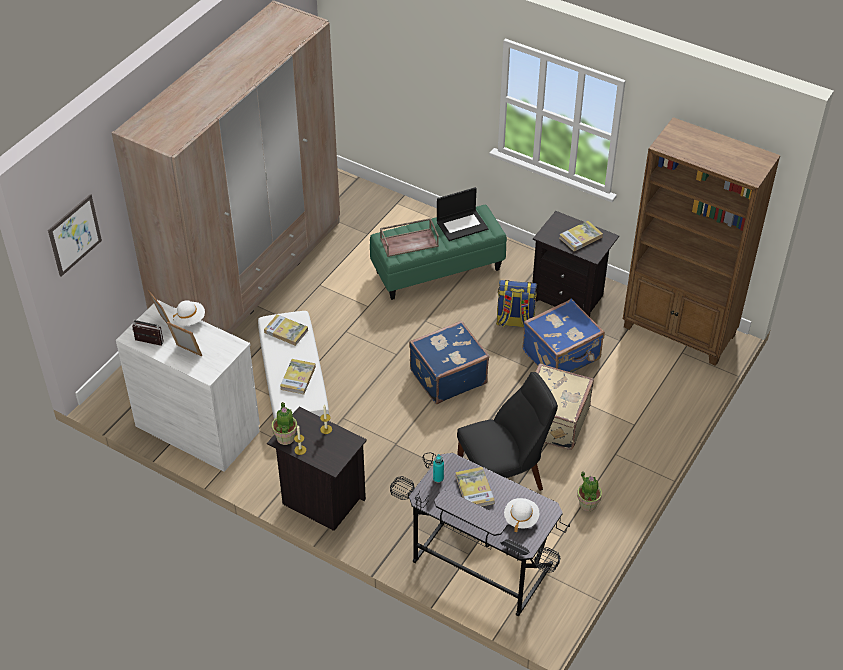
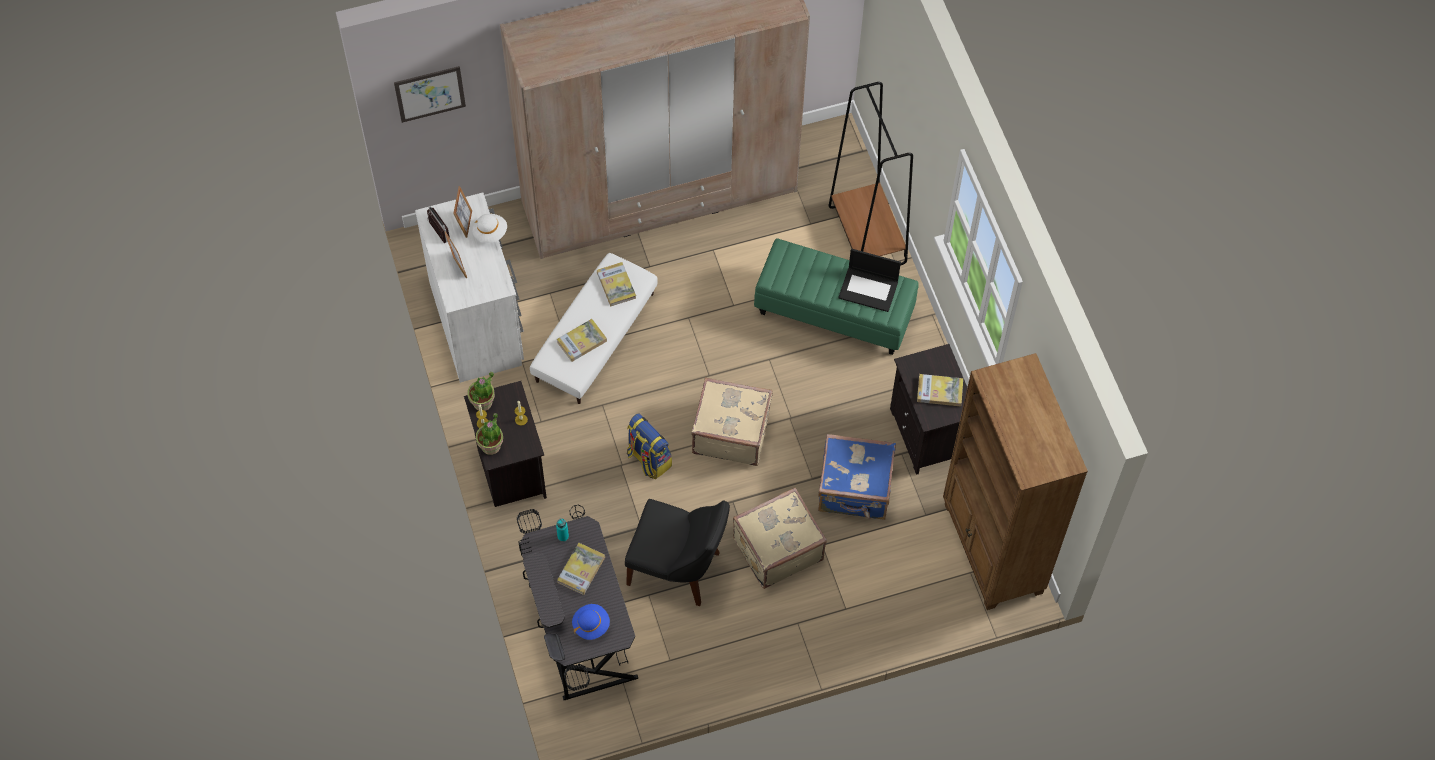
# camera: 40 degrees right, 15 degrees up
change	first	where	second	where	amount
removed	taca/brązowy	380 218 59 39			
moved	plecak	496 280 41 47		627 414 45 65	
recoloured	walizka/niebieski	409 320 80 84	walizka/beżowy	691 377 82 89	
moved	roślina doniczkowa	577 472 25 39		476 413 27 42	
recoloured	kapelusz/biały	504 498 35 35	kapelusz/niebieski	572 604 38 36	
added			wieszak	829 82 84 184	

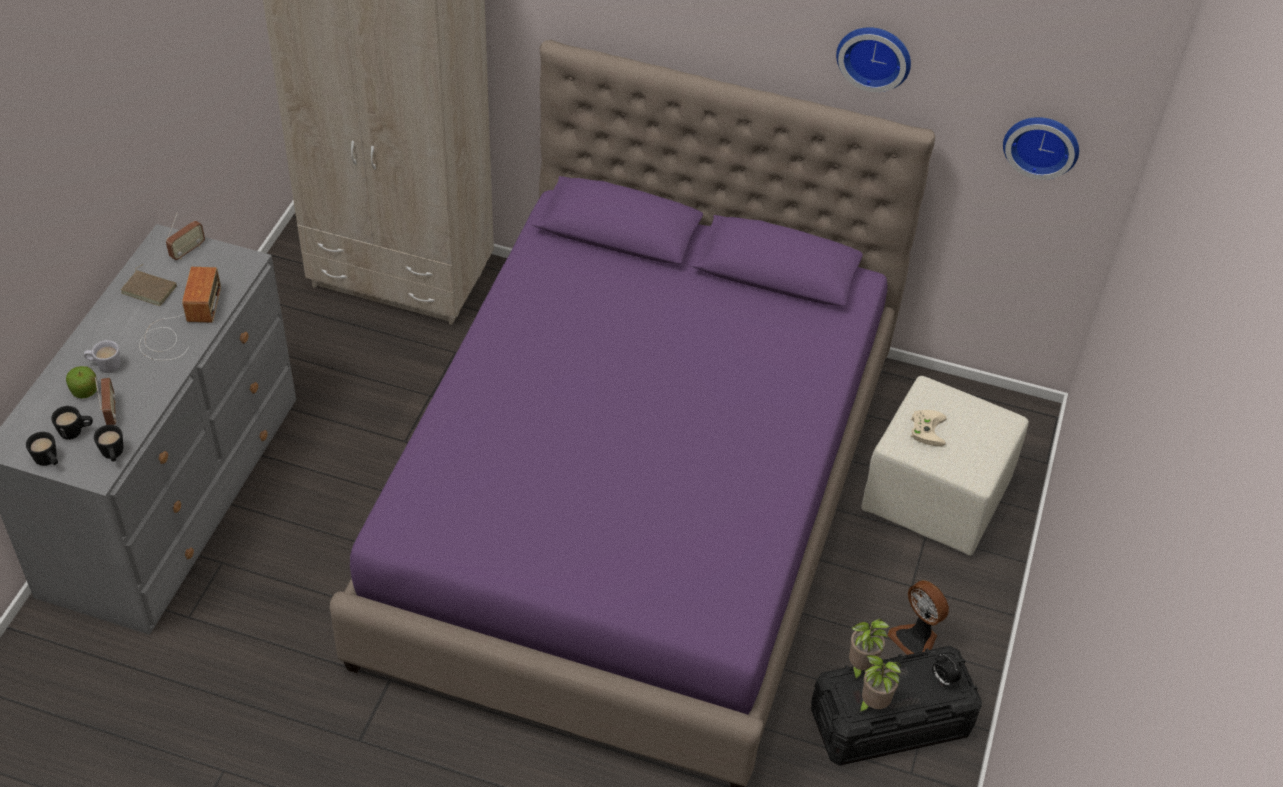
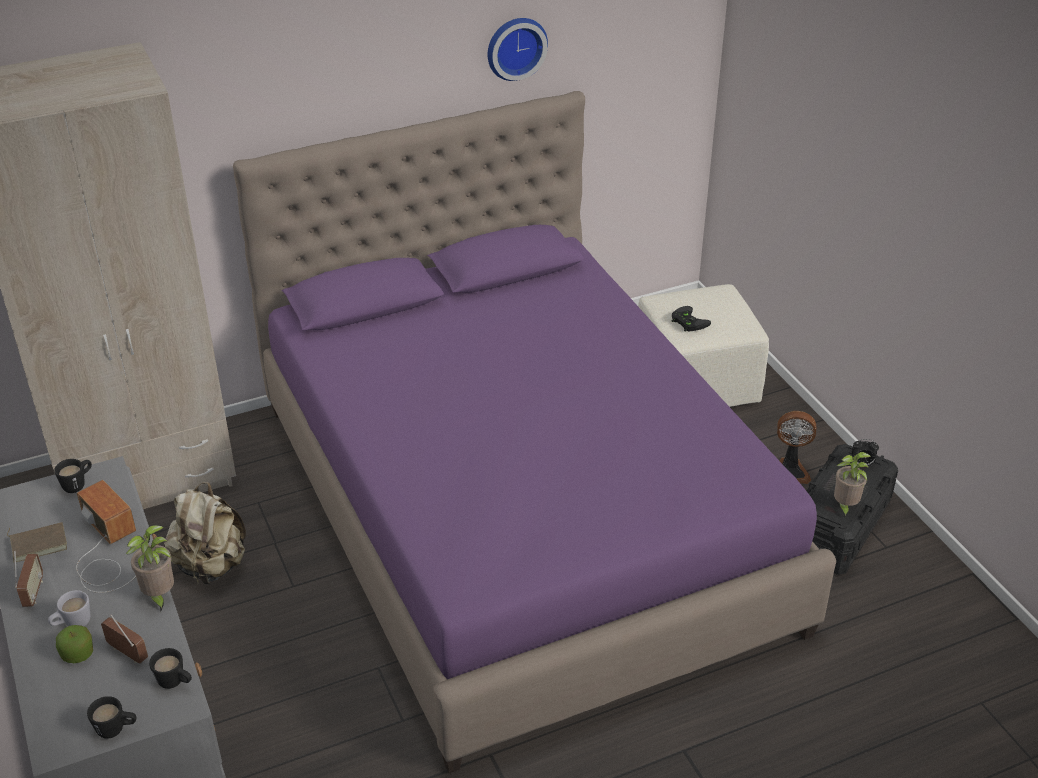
# camera: 40 degrees left, 10 degrees down
change	first	where	second	where	amount
removed	zegar ścienny	1003 117 76 63			
moved	radio	166 213 39 47		14 551 29 56	
moved	kubek/czarny	51 406 42 34		54 459 38 34	
recoloured	pad do gier/beżowy	910 410 37 37	pad do gier/czarny	672 306 39 26	
moved	roślina doniczkowa	849 619 40 63		126 525 48 87	
added			plecak/beżowy	164 482 82 102	

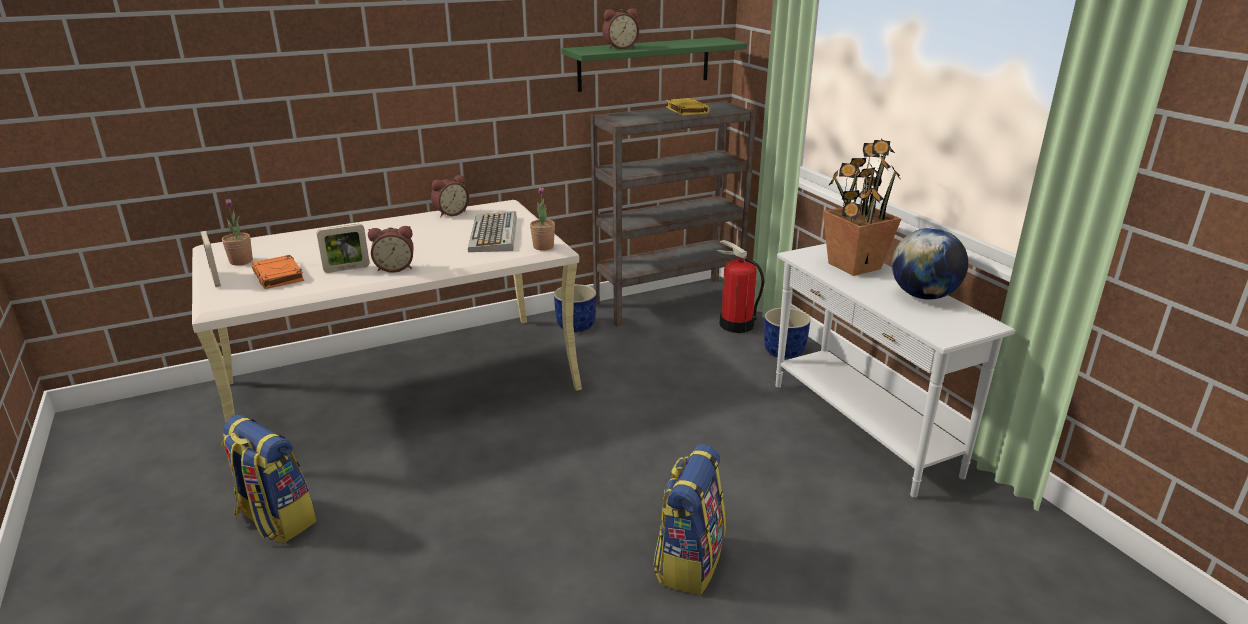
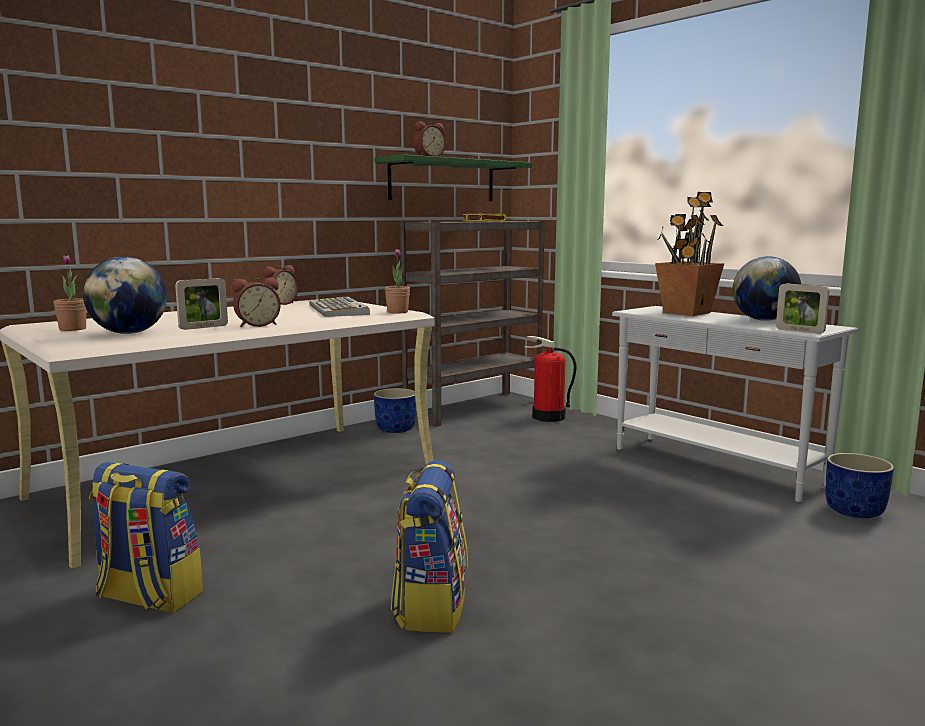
# camera: 15 degrees left, 15 degrees down
change	first	where	second	where	amount
moved	ramka na zdjęcie	201 231 20 56		776 283 53 51	
replaced	książka/pomarańczowy	252 255 52 34	globus	83 257 84 77	
moved	donica/niebieski	764 308 47 51		826 453 68 65	
moved	plecak	653 445 73 150		391 460 77 172	

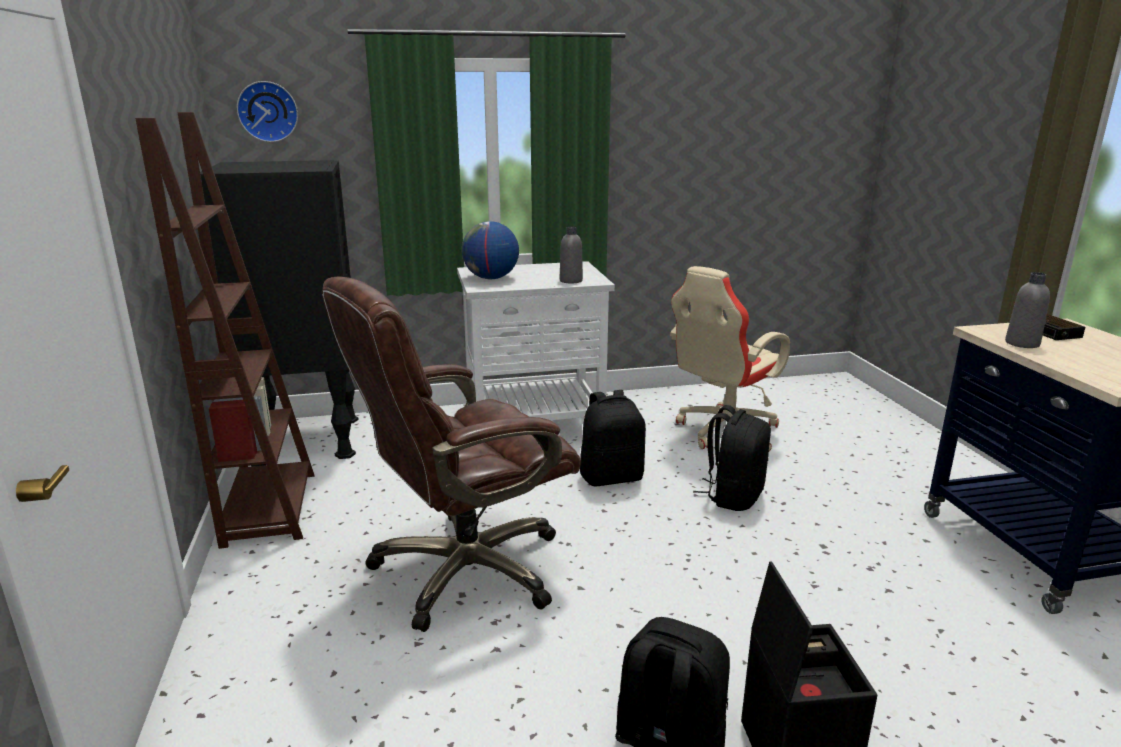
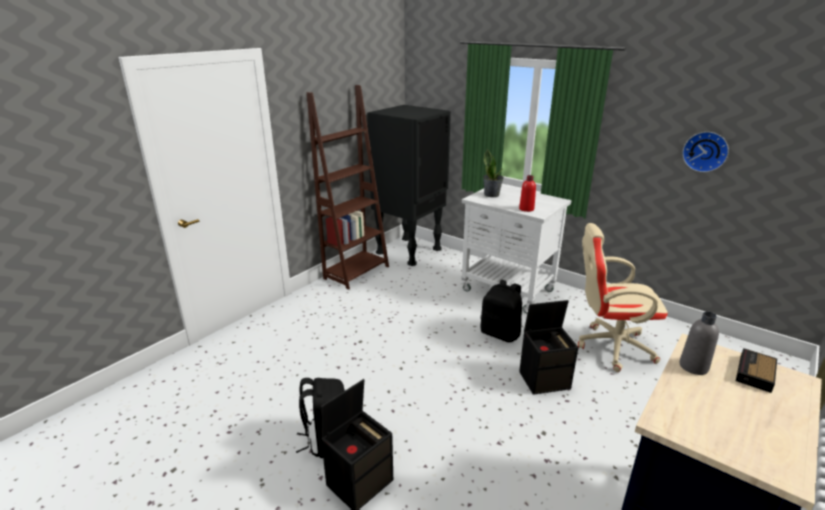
# camera: 50 degrees right, 5 degrees up
change	first	where	second	where	amount
moved	zegar ścienny	237 81 61 61		682 132 47 40	
replaced	globus	462 221 57 58	roślina doniczkowa	483 149 21 48	
recoloured	butelka/szary	560 226 23 58	butelka/czerwony	519 175 17 37	
removed	krzesło biurowe/brązowy	322 276 259 356			
replaced	plecak/czarny	693 405 78 106	pojemnik do przechowywania/czarny	519 300 59 95	

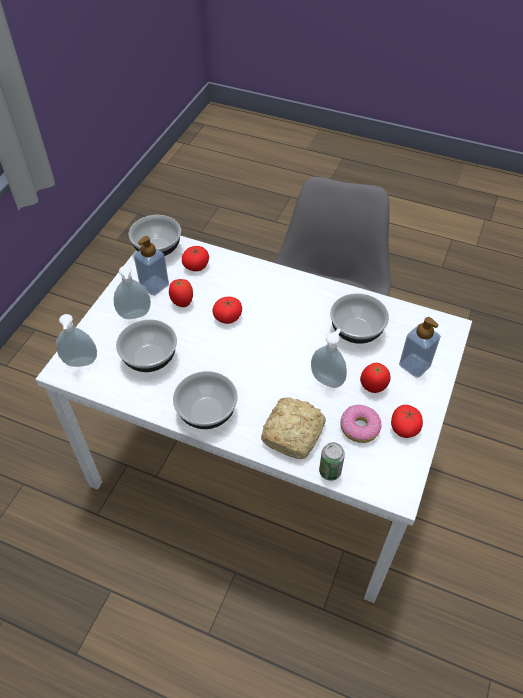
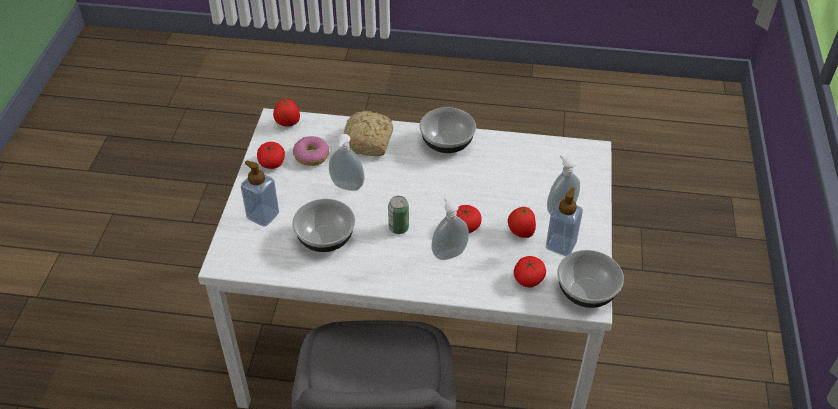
# camera: 165 degrees right, 5 degrees down
change	first	where	second	where	amount
moved	dozownik mydła	56 314 41 53		431 197 38 63	
removed	miska	116 319 61 53			
moved	pomidor	360 363 31 30		273 98 27 29	
moved	puszka	319 442 26 39		388 196 21 38	

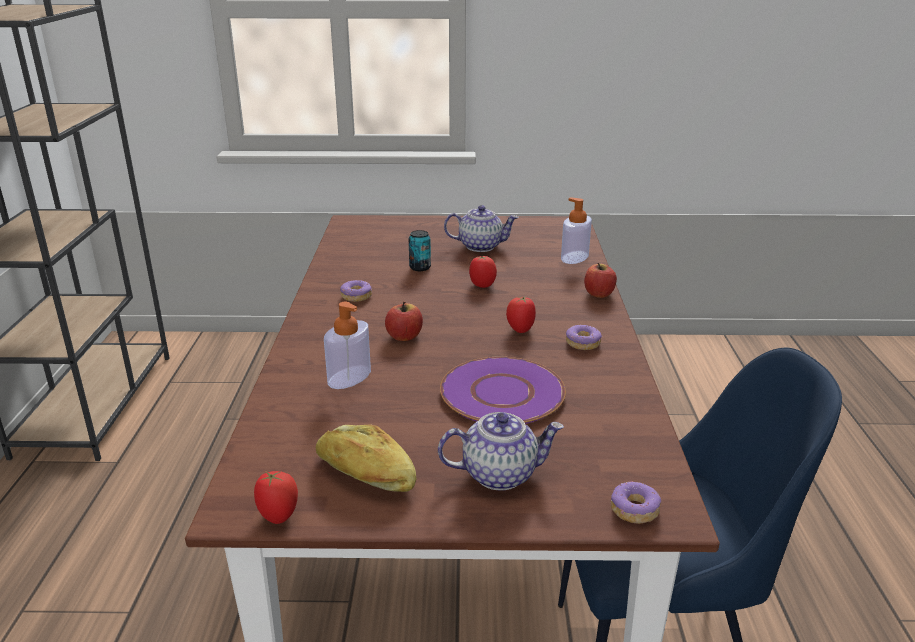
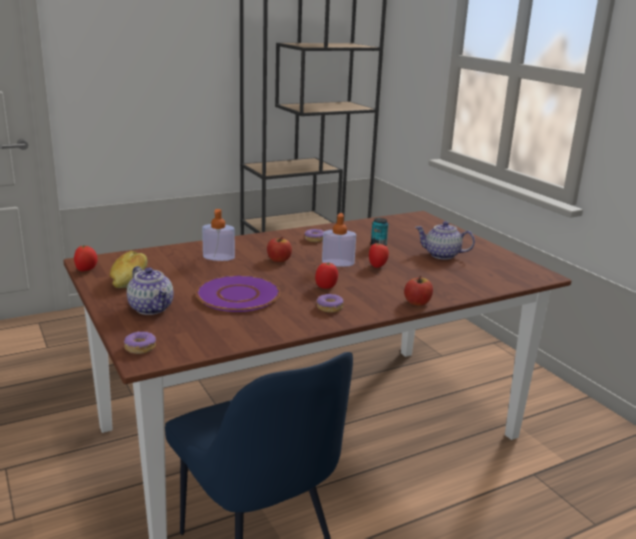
# camera: 60 degrees right, 5 degrees down
change	first	where	second	where	amount
moved	dozownik mydła	561 197 31 67		322 213 34 54	
turned	imbryk	444 205 74 47		415 221 60 39	135 degrees clockwise

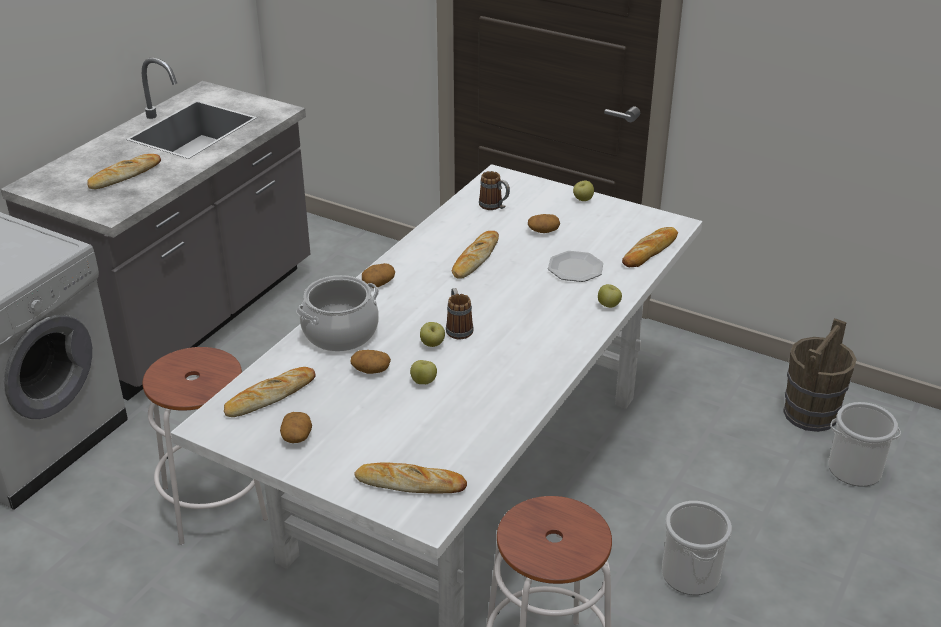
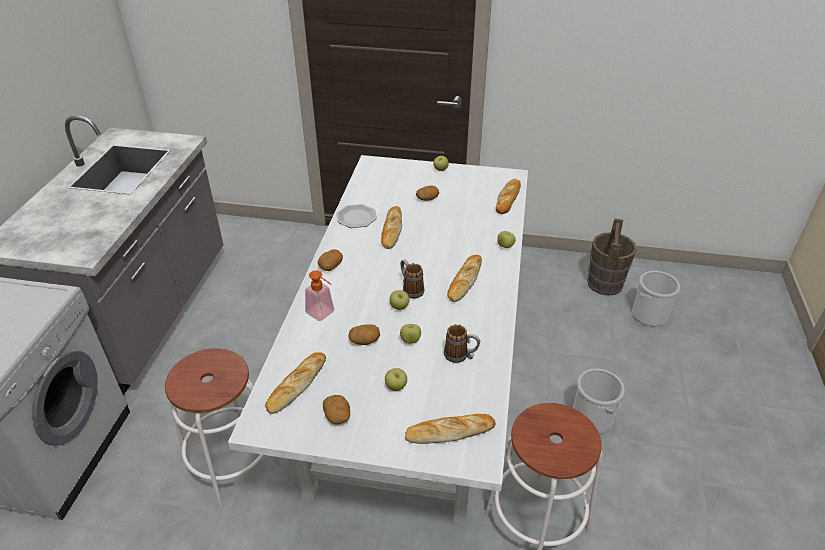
# camera: 20 degrees left, 5 degrees up
change	first	where	second	where	amount
moved	chleb	87 154 74 35		447 255 35 47	
moved	kubek	479 171 31 39		444 324 36 39	
moved	talerz	548 251 55 31		336 204 41 24	
replaced	garnek	296 275 83 76	dozownik mydła	305 270 29 51	
added			jabłko	385 368 22 23	

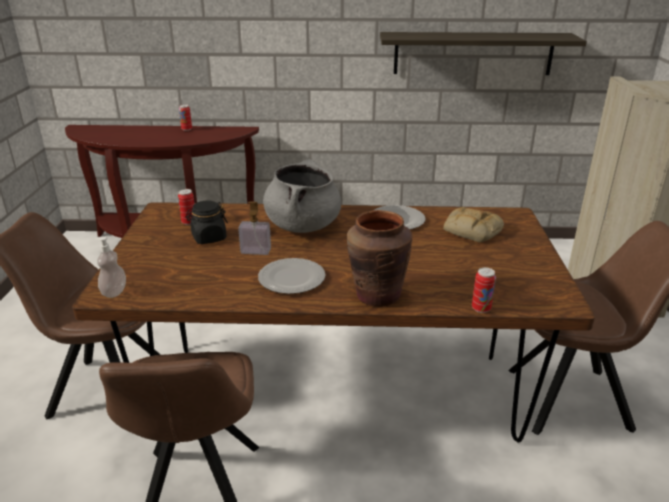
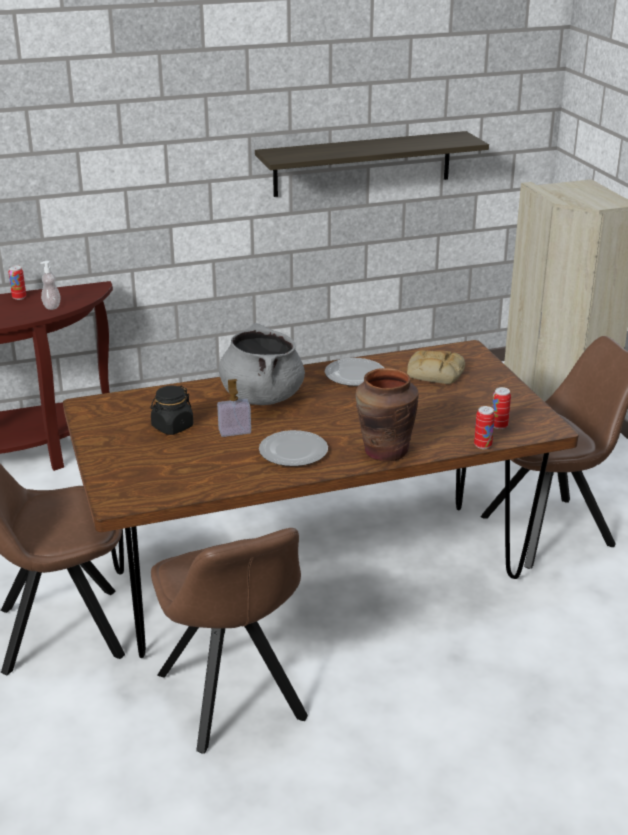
# camera: 20 degrees left, 0 degrees up
change	first	where	second	where	amount
moved	puszka	178 189 17 36		492 387 19 42	
moved	dozownik mydła	95 236 31 62		40 261 21 49	

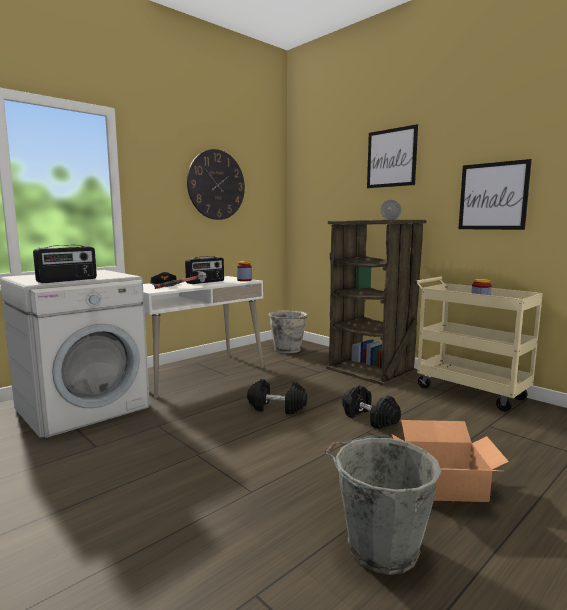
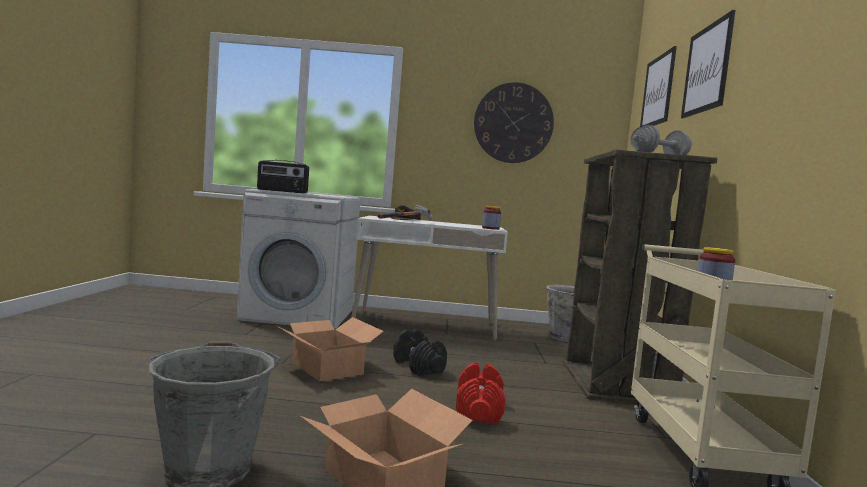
# camera: 45 degrees right, 5 degrees down
change	first	where	second	where	amount
moved	obraz	458 159 74 71		640 46 37 81	
removed	radio	185 256 39 28			
recoloured	hantel/czarny	342 385 59 44	hantel/czerwony	456 362 49 62	
added			karton	276 317 108 65	

